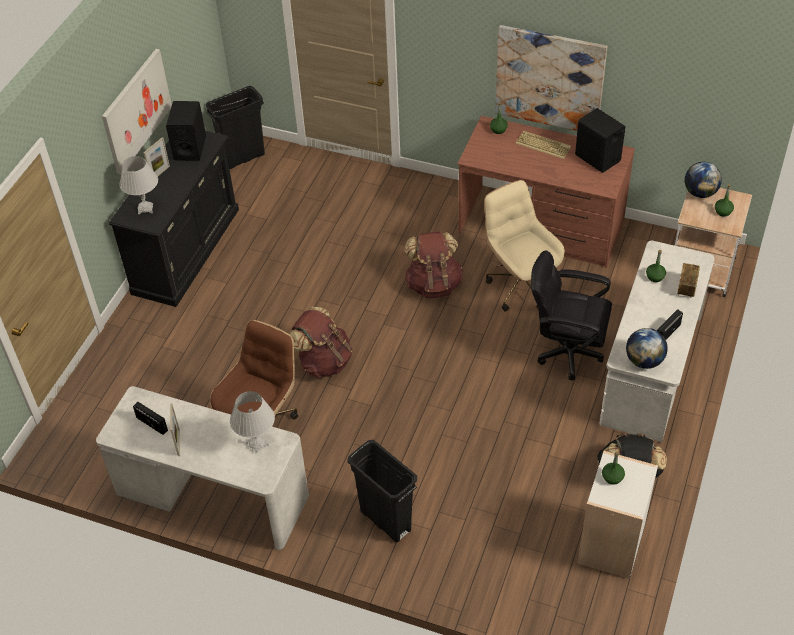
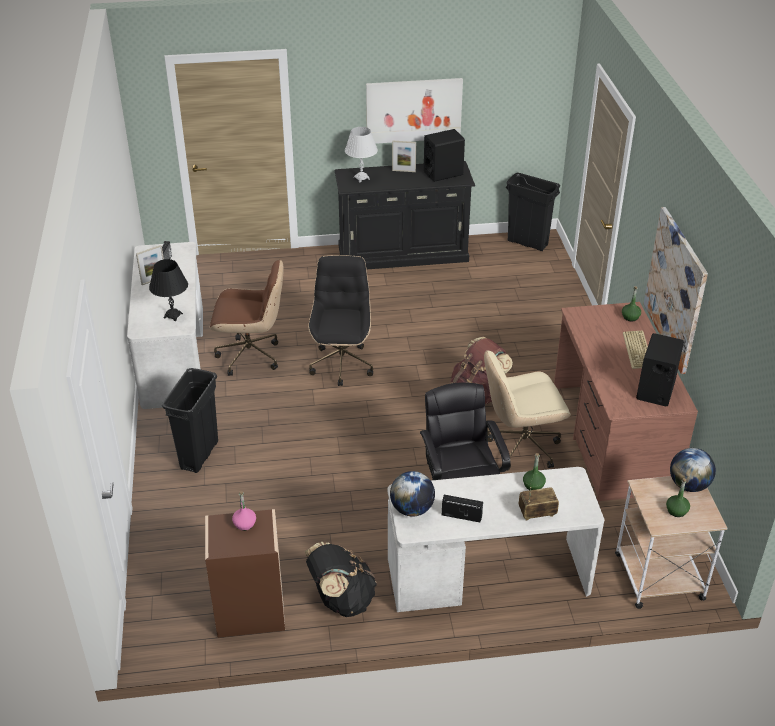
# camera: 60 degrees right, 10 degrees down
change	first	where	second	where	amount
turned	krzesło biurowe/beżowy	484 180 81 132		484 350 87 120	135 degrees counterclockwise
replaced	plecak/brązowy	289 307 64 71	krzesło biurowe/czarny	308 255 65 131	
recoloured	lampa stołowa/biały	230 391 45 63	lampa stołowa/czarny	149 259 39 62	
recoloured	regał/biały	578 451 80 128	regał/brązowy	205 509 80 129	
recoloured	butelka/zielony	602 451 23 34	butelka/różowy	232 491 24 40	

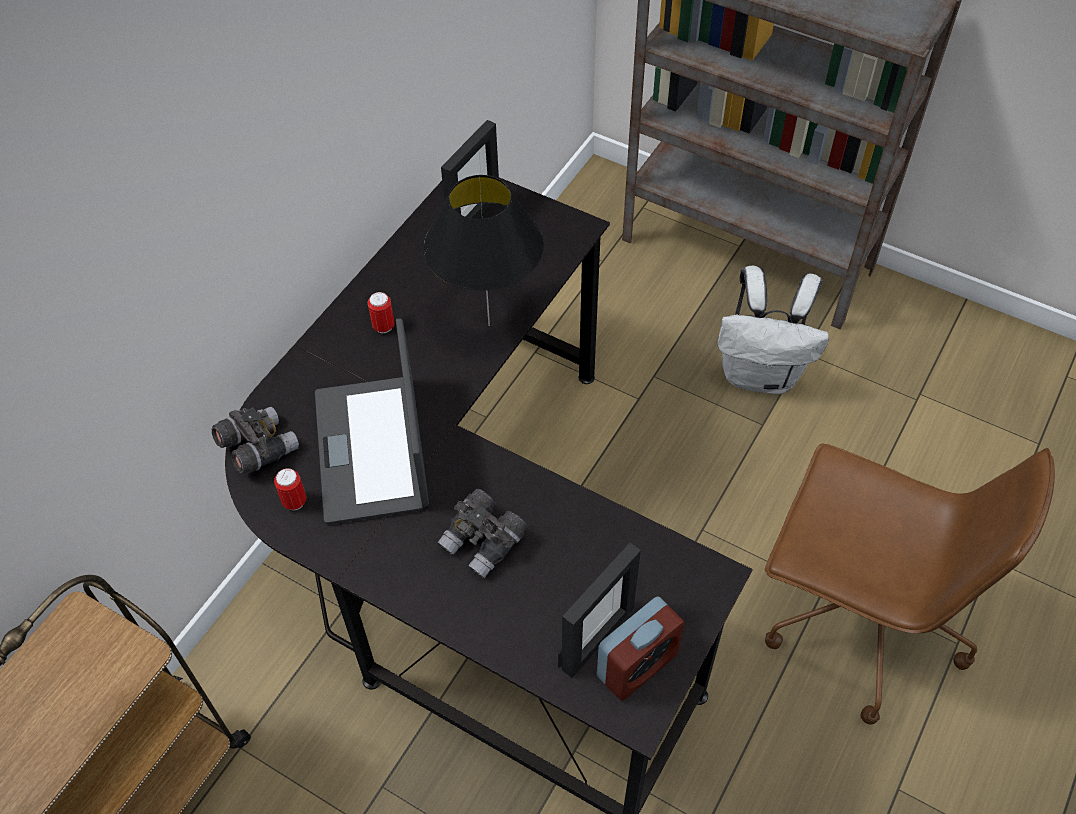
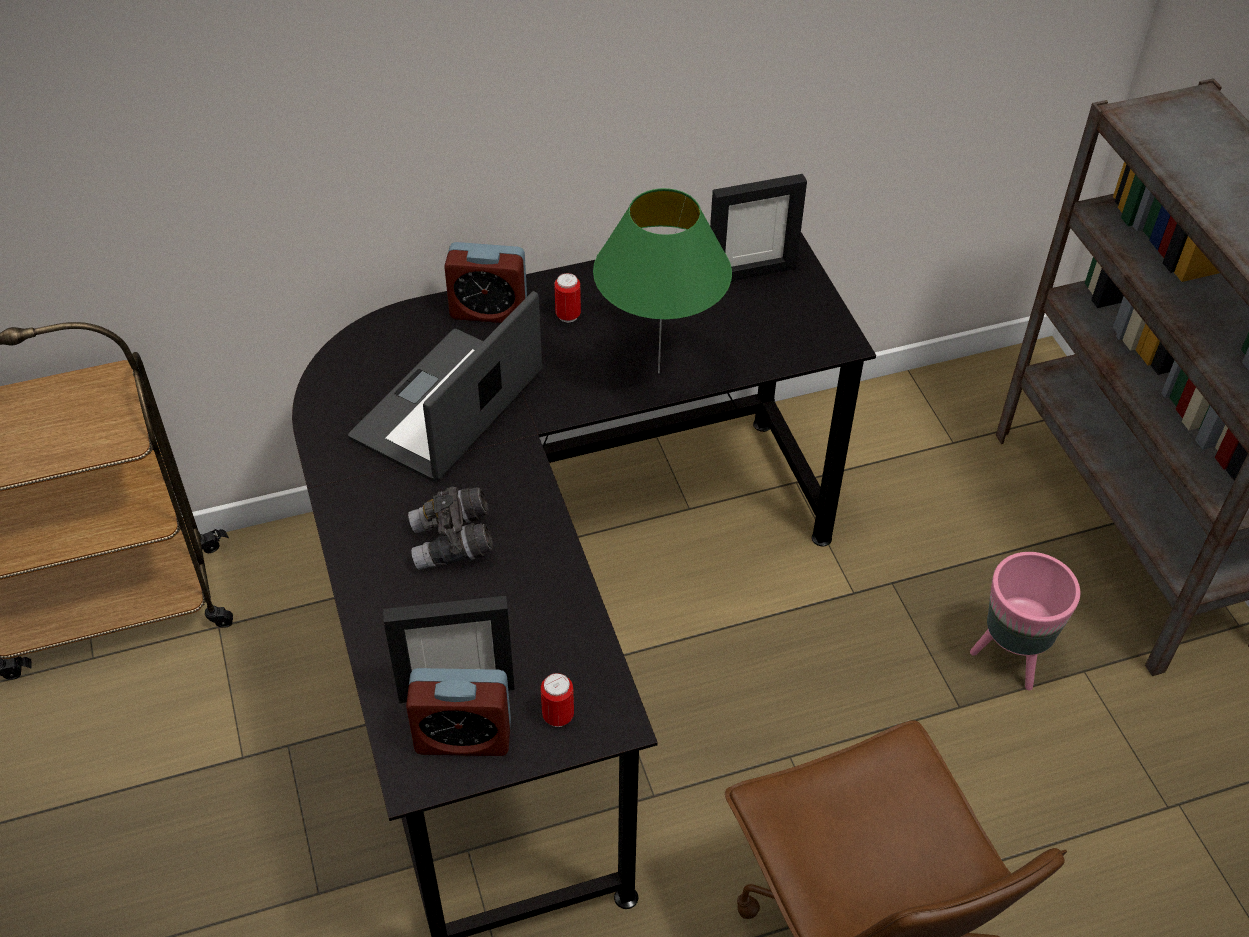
# camera: 40 degrees right, 5 degrees down
change	first	where	second	where	amount
recoloured	lampa stołowa/czarny	423 175 121 151	lampa stołowa/zielony	593 188 139 185	
replaced	plecak/biały	717 266 112 128	donica/różowy	970 552 110 139	
removed	lornetka/szary	212 407 87 67			
moved	puszka	274 468 32 42		541 673 33 54	
added			budzik	444 242 83 81	

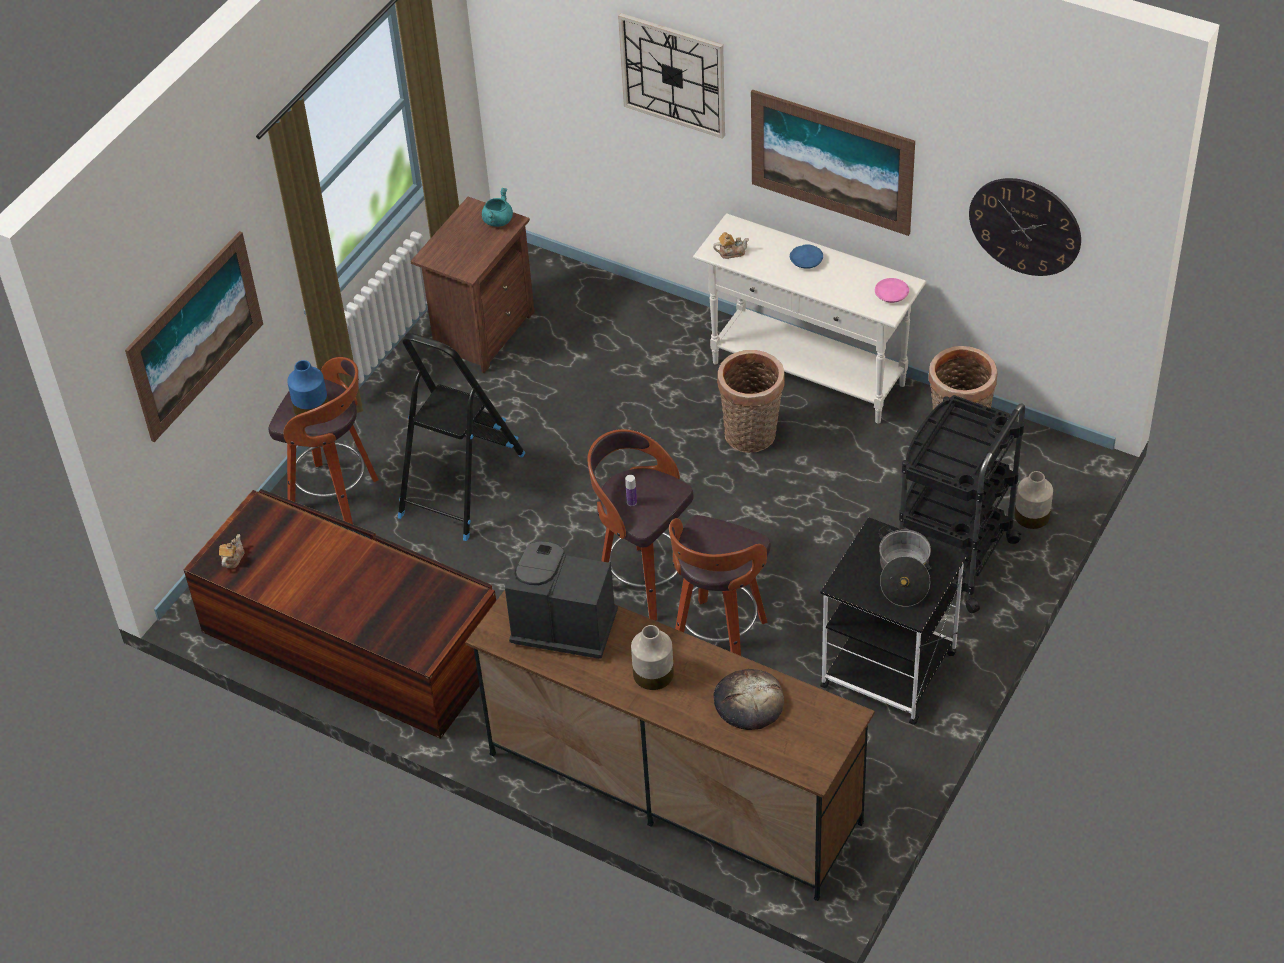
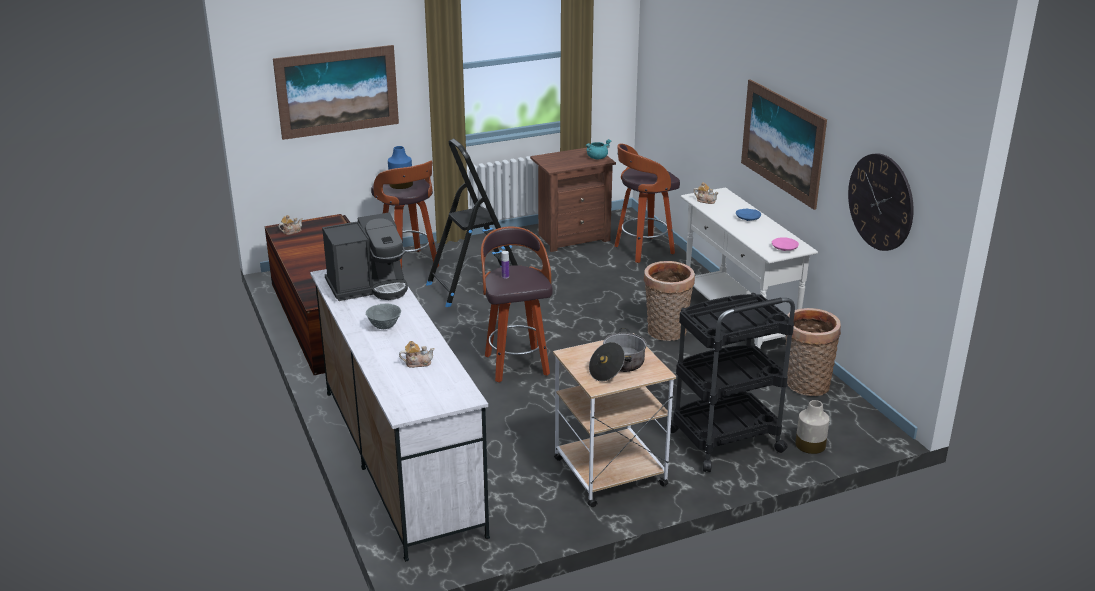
# camera: 35 degrees right, 20 degrees down
change	first	where	second	where	amount
removed	zegar ścienny	618 13 107 126			
moved	stołek	669 515 102 141		614 144 66 119	
recoloured	wózek/czarny	820 517 147 208	wózek/beżowy	553 333 123 174	
turned	ekspres do kawy	505 541 113 118		322 212 86 89	105 degrees clockwise
recoloured	komoda/brązowy	465 590 410 311	komoda/biały	310 269 180 293	
replaced	wazon/beżowy	631 625 43 65	miska/szary	366 303 35 26	
replaced	chleb	713 669 71 61	imbryk	399 341 36 27	

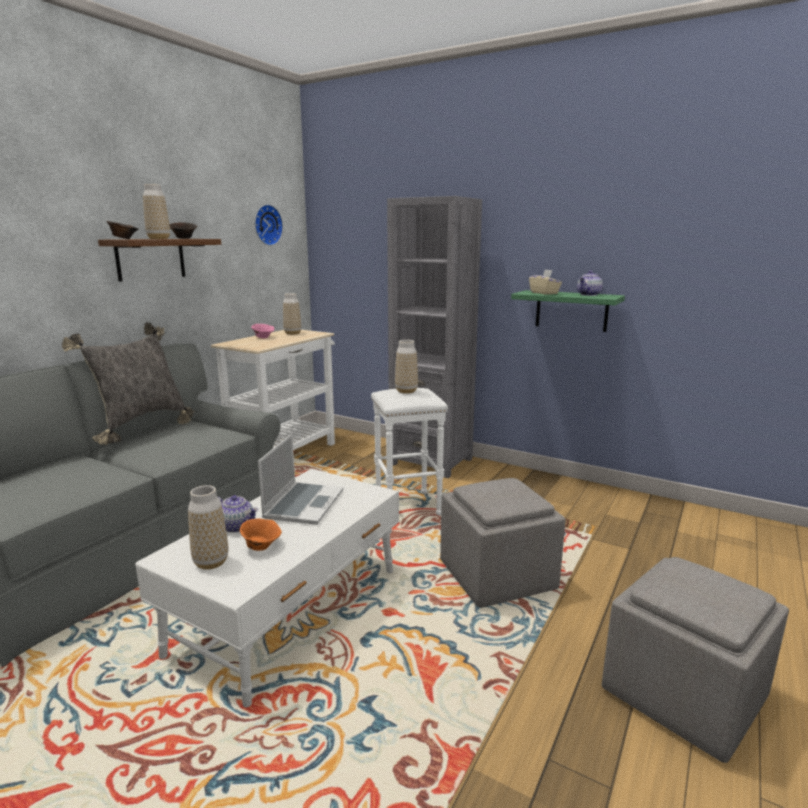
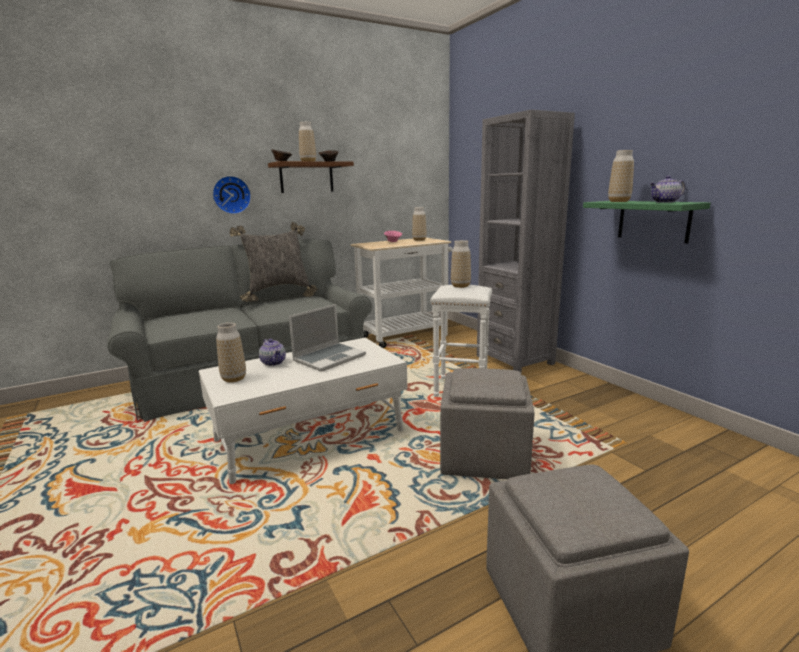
# camera: 30 degrees right, 0 degrees up
change	first	where	second	where	amount
moved	zegar ścienny	255 204 28 42		212 176 39 38	
replaced	pudełko chusteczek/beżowy	529 270 33 24	wazon	608 150 26 52	
removed	miska/pomarańczowy	240 519 42 32			

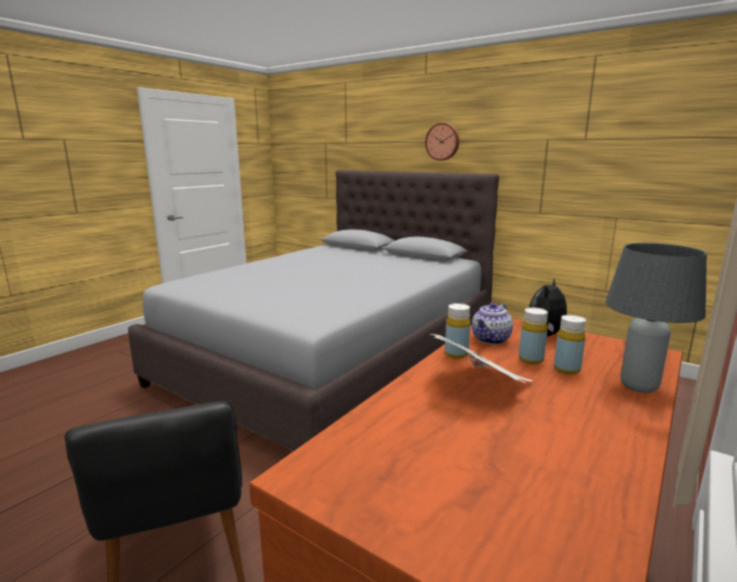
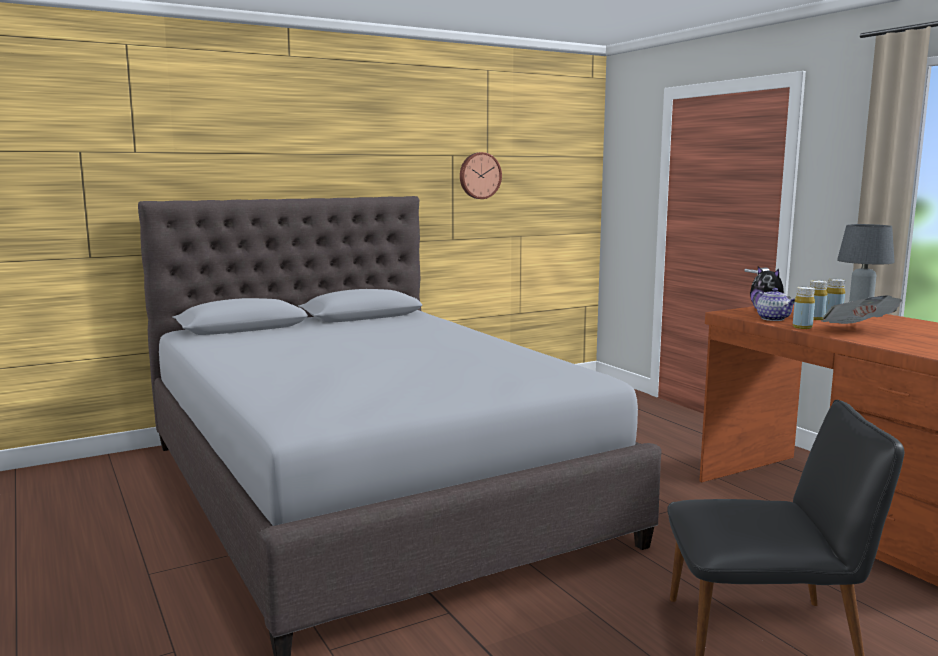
# camera: 65 degrees left, 5 degrees down
change	first	where	second	where	amount
moved	zegar ścienny	425 123 34 38		460 152 42 47	

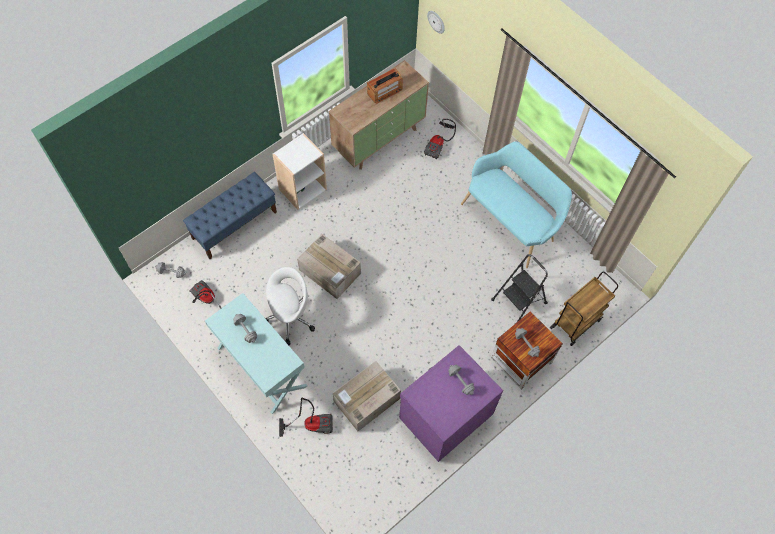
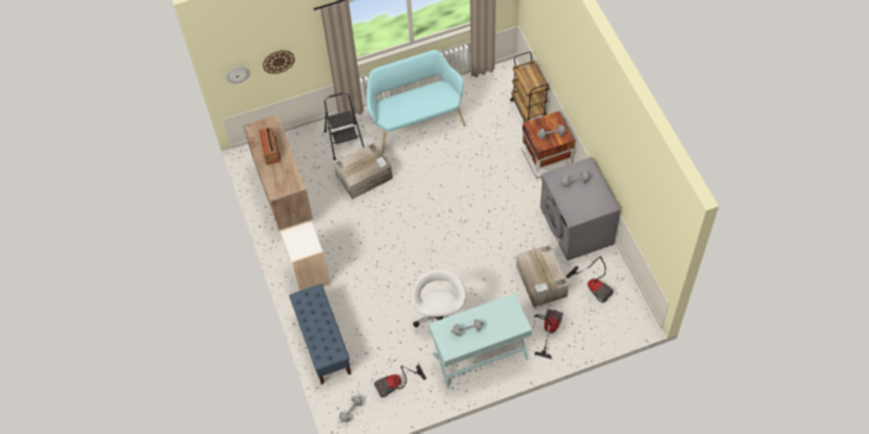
# camera: 65 degrees left, 5 degrees down
change	first	where	second	where	amount
moved	odkurzacz	424 119 32 40		566 256 48 47	
moved	karton	297 234 64 65		334 142 59 57	
moved	drabinka/czarny	491 254 57 68		324 92 40 68	
recoloured	pralka/fioletowy	399 345 104 117	pralka/szary	540 157 81 104	
added			zegar ścienny	263 50 32 24	

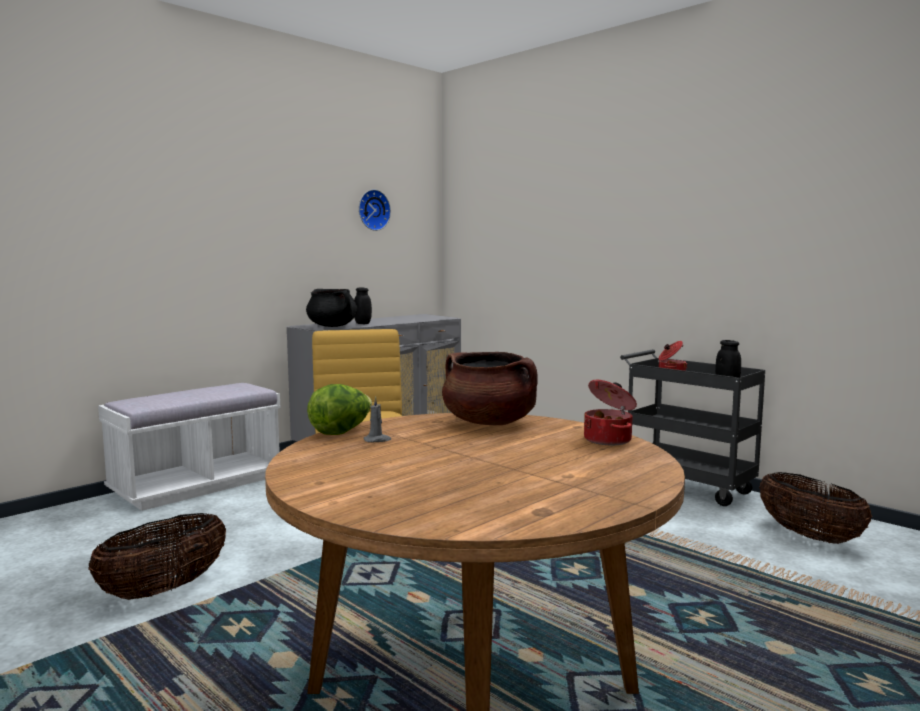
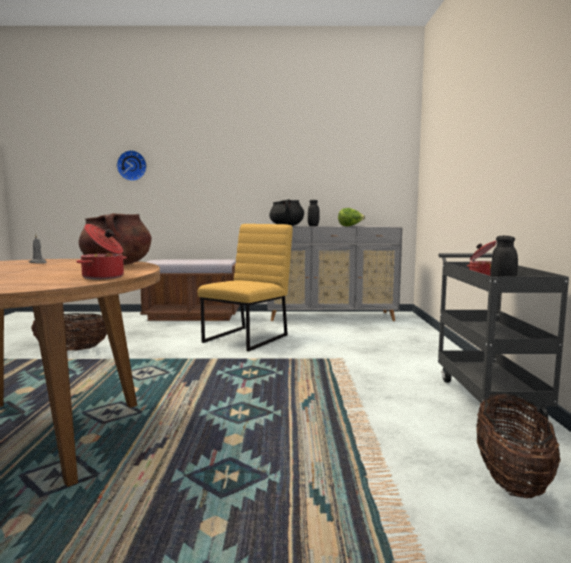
# camera: 45 degrees right, 0 degrees up
change	first	where	second	where	amount
moved	zegar ścienny	359 189 32 42		117 150 30 31	
recoloured	ławka/biały	98 383 182 128	ławka/brązowy	140 259 99 62	
moved	sałata	307 384 65 51		338 208 27 18	

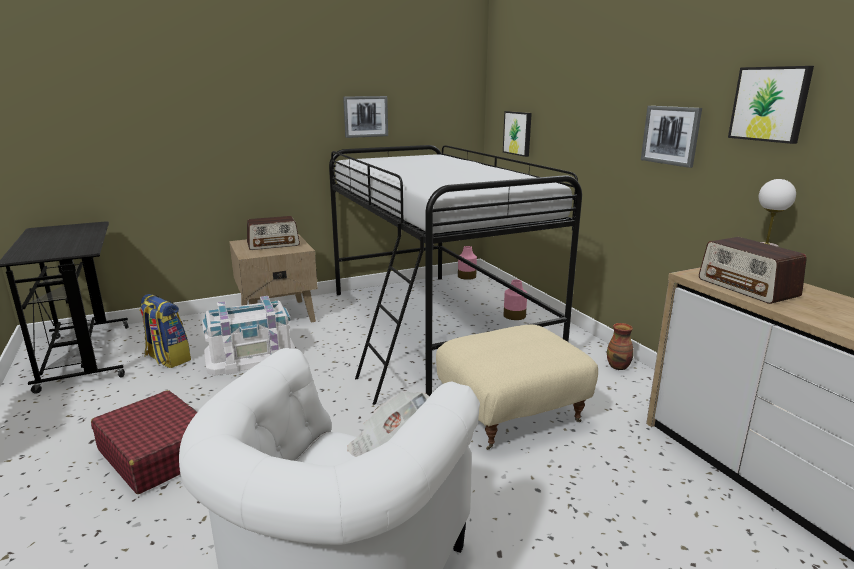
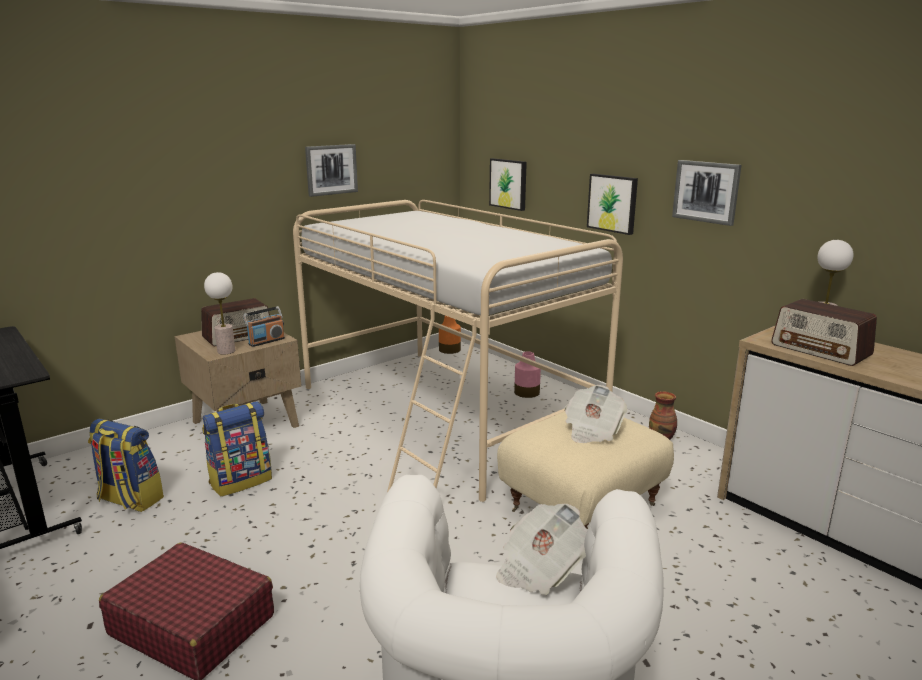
# camera: 15 degrees left, 0 degrees up
change	first	where	second	where	amount
moved	obraz	728 66 86 78		587 174 51 61	
recoloured	łóżko/czarny	329 145 253 260	łóżko/beżowy	293 200 330 302	
recoloured	wazon/różowy	458 246 19 34	wazon/pomarańczowy	439 316 22 38	
replaced	pojemnik do przechowywania/biały	202 296 94 80	plecak	202 401 70 95	
added			lampa stołowa	204 272 31 83	
added			radio	243 306 42 41	
added			gazeta	564 385 63 58	

